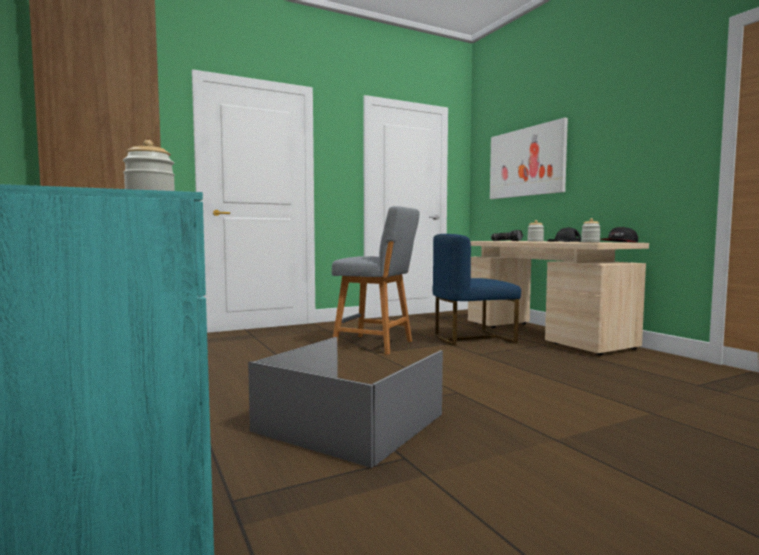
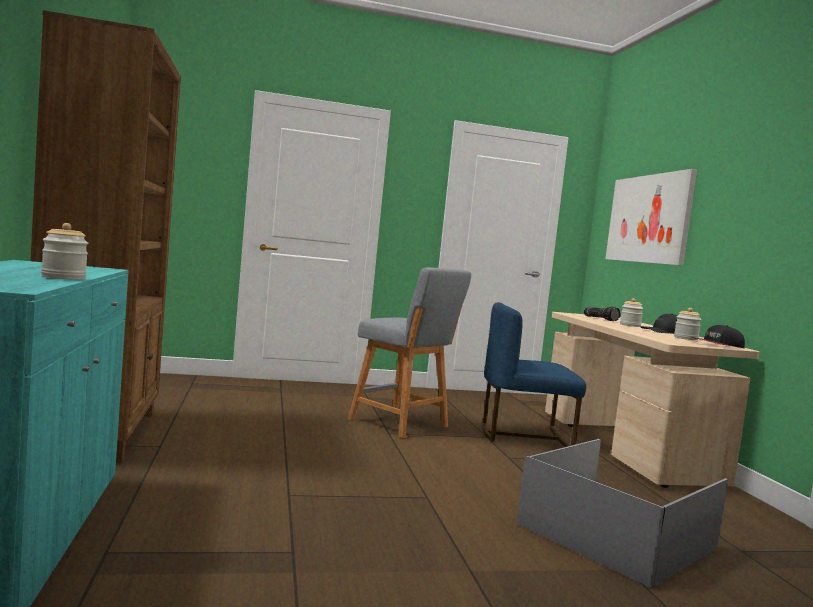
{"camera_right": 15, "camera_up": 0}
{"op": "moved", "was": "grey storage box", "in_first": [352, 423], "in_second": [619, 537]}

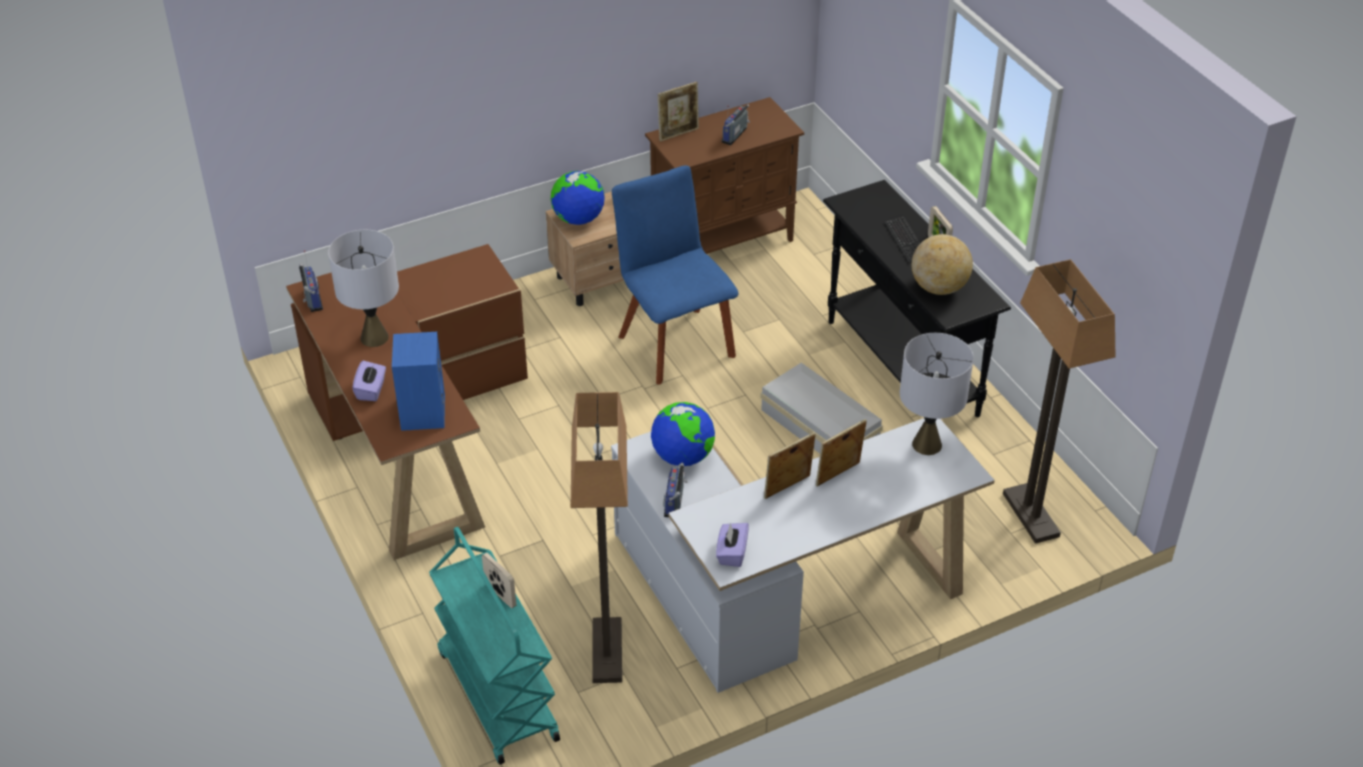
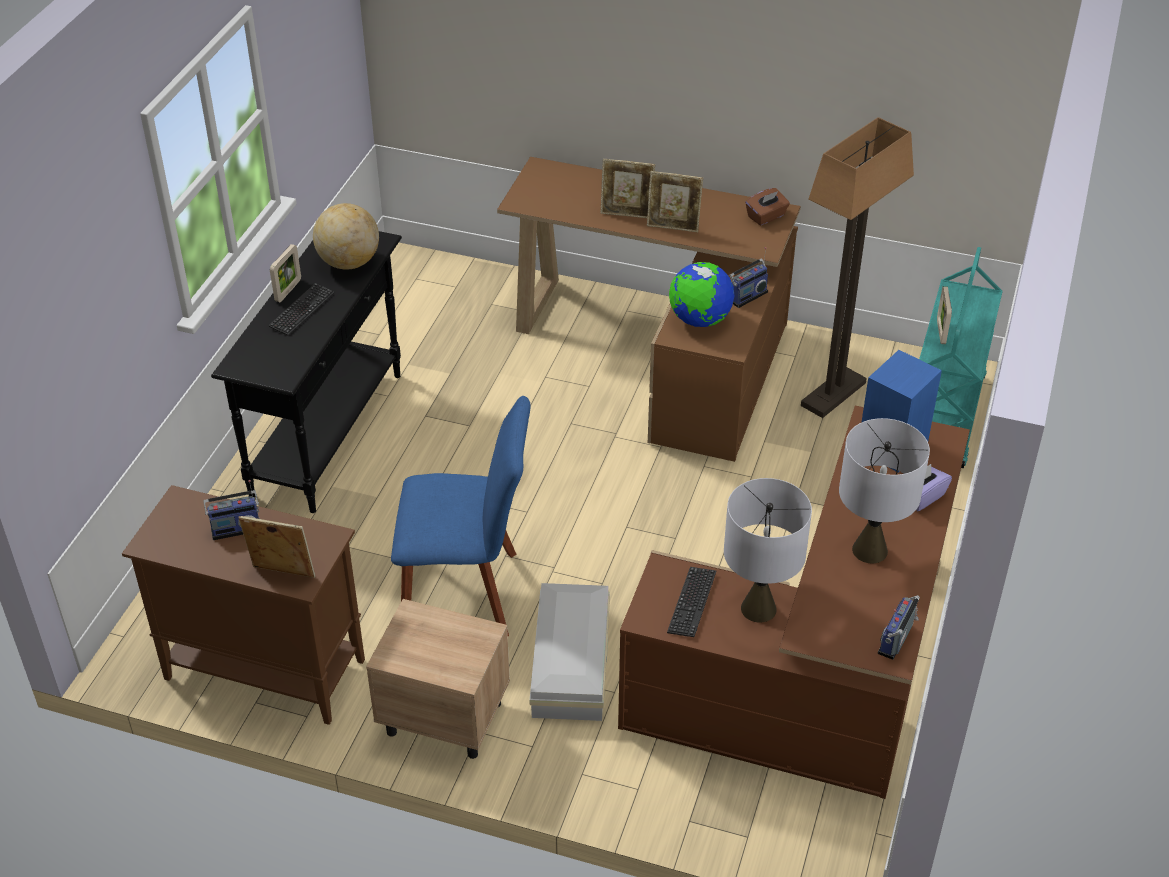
{"camera_right": -135, "camera_up": 0}
{"op": "removed", "was": "globe", "in_first": [578, 219]}
{"op": "removed", "was": "floor lamp", "in_first": [1031, 515]}
{"op": "added", "now": "keyboard", "in_second": [692, 603]}
{"op": "moved", "was": "white storage box", "in_first": [819, 424], "in_second": [569, 665]}
{"op": "moved", "was": "grey table lamp", "in_first": [927, 444], "in_second": [758, 608]}
{"op": "recoloured", "was": "white desk", "now": "brown desk", "in_first": [781, 593], "in_second": [663, 351]}
{"op": "recoloured", "was": "purple tissue box", "now": "brown tissue box", "in_first": [731, 553], "in_second": [766, 217]}
{"op": "turned", "was": "blue chair", "in_first": [674, 342], "in_second": [467, 592], "clockwise": -105}

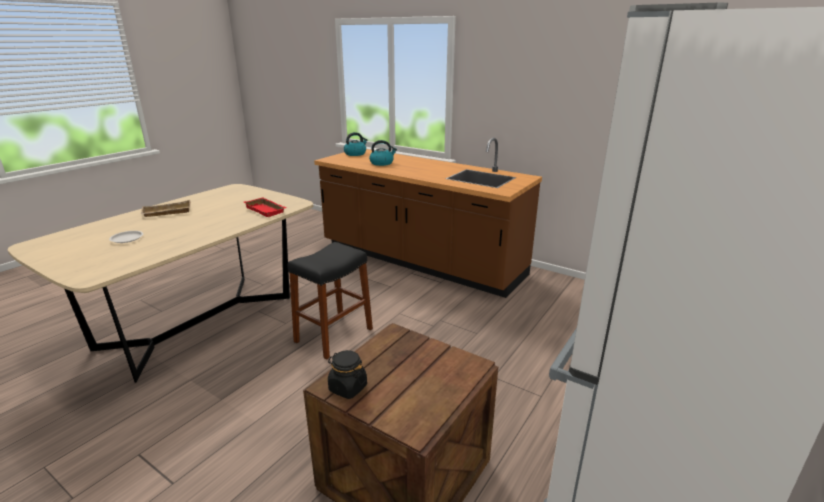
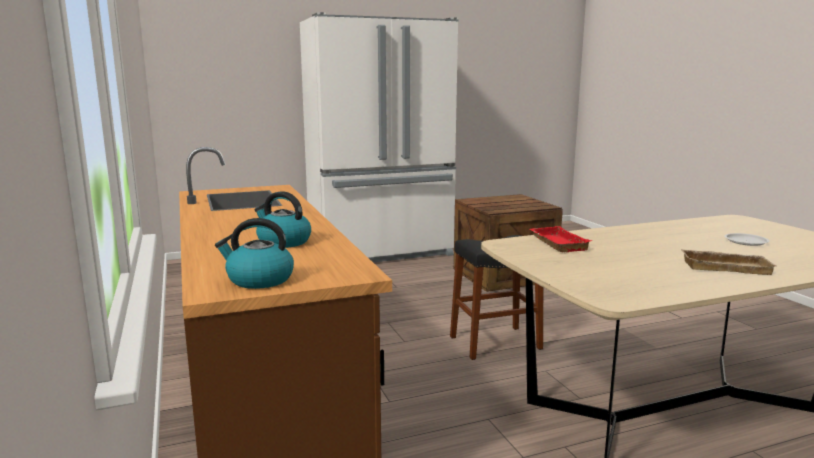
{"camera_right": -145, "camera_up": -10}
{"op": "removed", "was": "black jar", "in_first": [347, 388]}

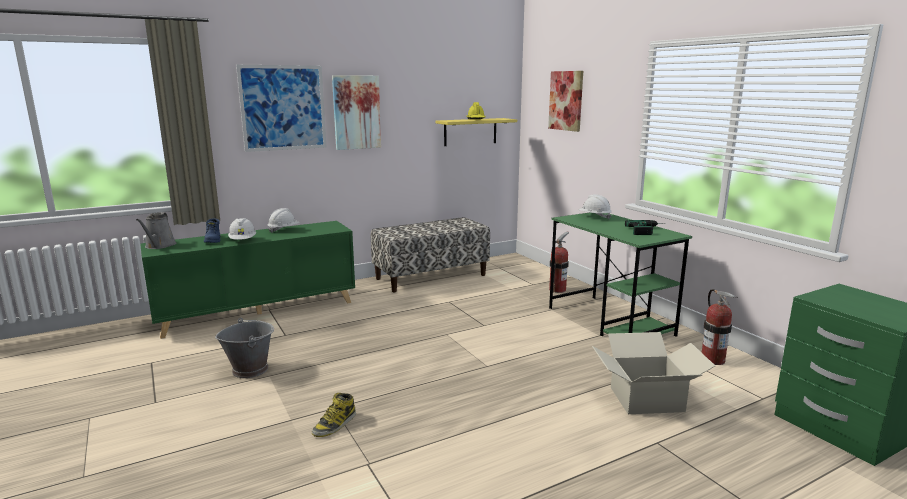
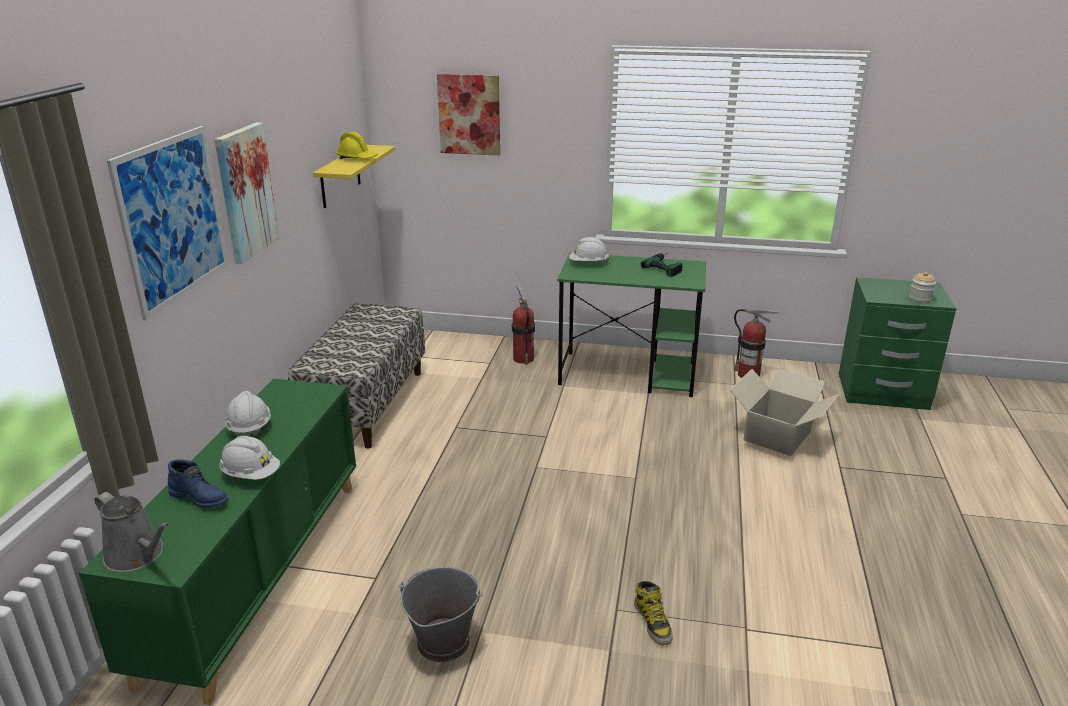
{"camera_right": -50, "camera_up": 10}
{"op": "added", "now": "jar", "in_second": [920, 299]}

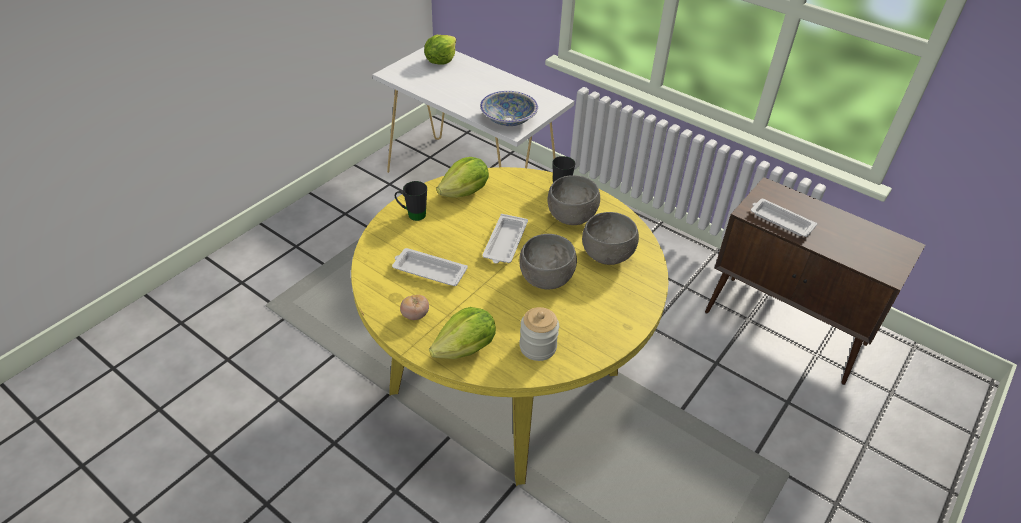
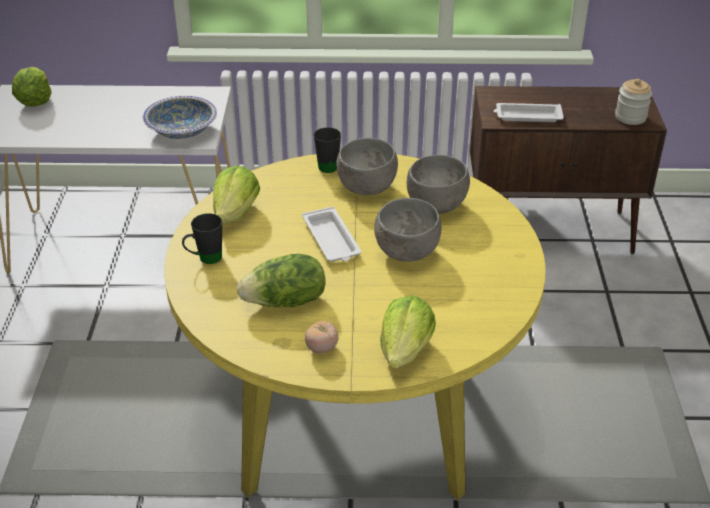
{"camera_right": -35, "camera_up": -5}
{"op": "moved", "was": "jar", "in_first": [537, 347], "in_second": [630, 117]}
{"op": "replaced", "was": "white tray", "now": "lettuce", "in_first": [428, 271], "in_second": [286, 302]}

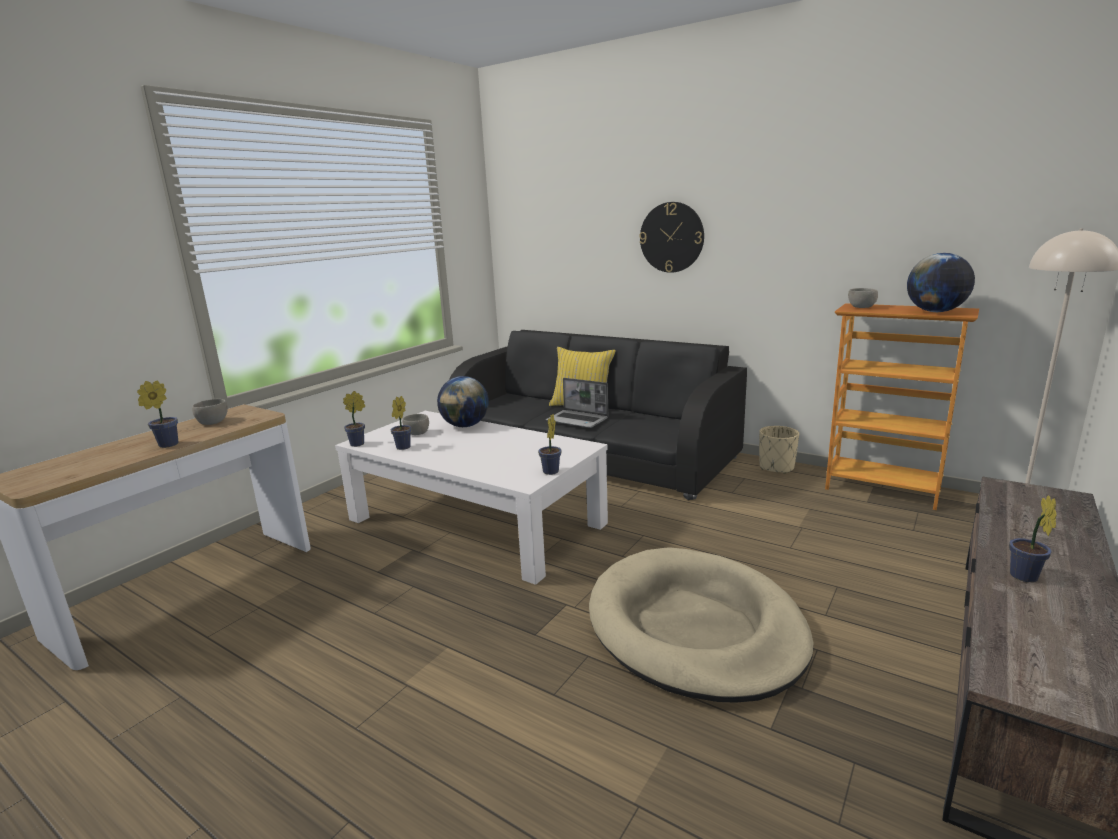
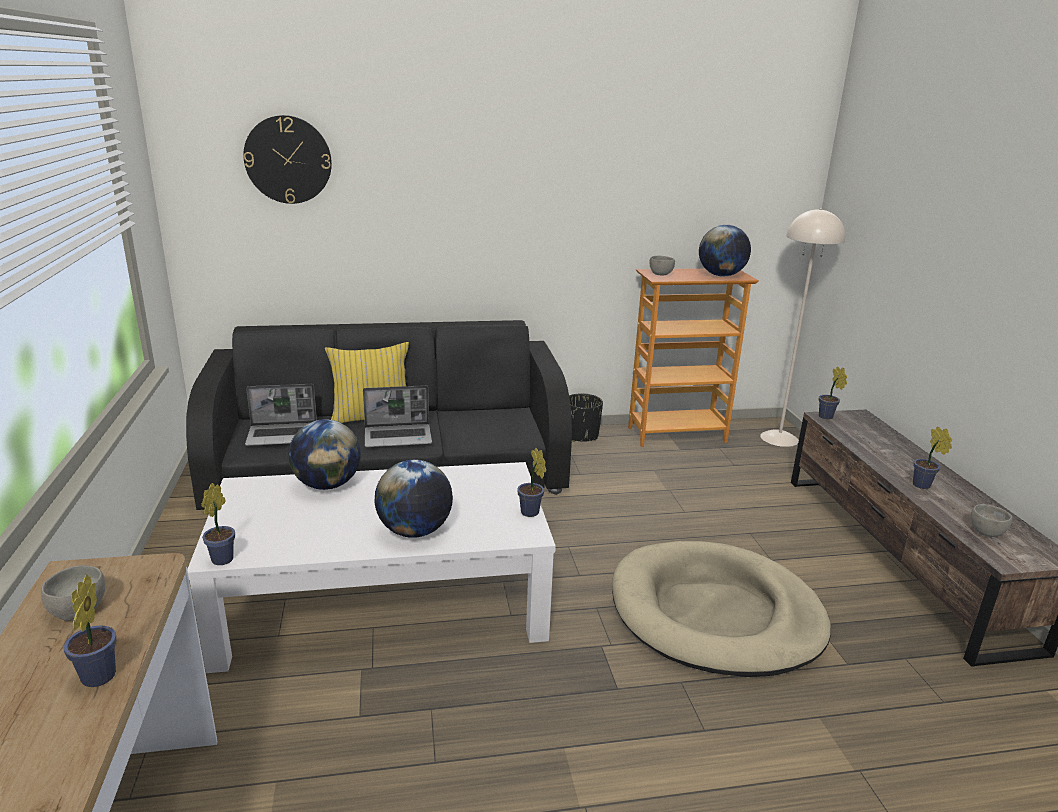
{"camera_right": -45, "camera_up": 5}
{"op": "added", "now": "laptop", "in_second": [283, 435]}
{"op": "added", "now": "globe", "in_second": [415, 531]}
{"op": "moved", "was": "potted plant", "in_first": [402, 448], "in_second": [827, 417]}
{"op": "moved", "was": "grey bowl", "in_first": [417, 433], "in_second": [987, 533]}
{"op": "moved", "was": "wall clock", "in_first": [671, 237], "in_second": [288, 160]}
{"op": "recoloured", "was": "beige planter", "now": "black planter", "in_first": [777, 467], "in_second": [581, 436]}

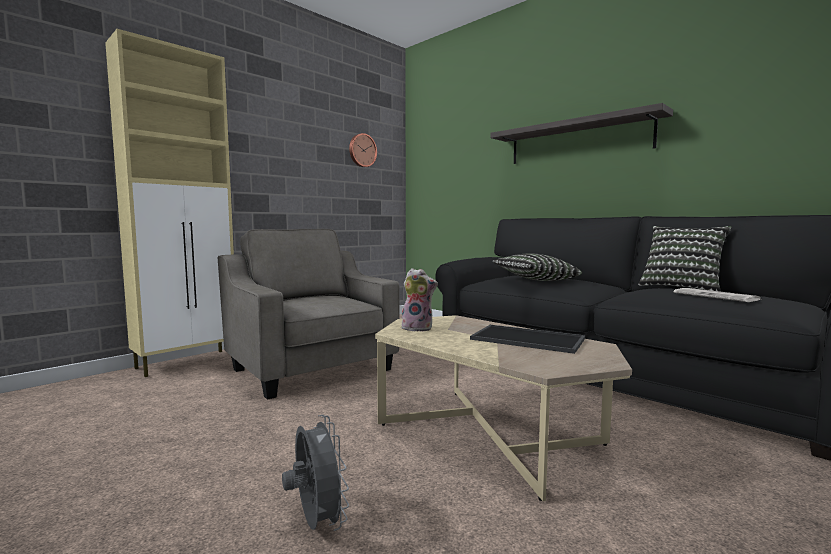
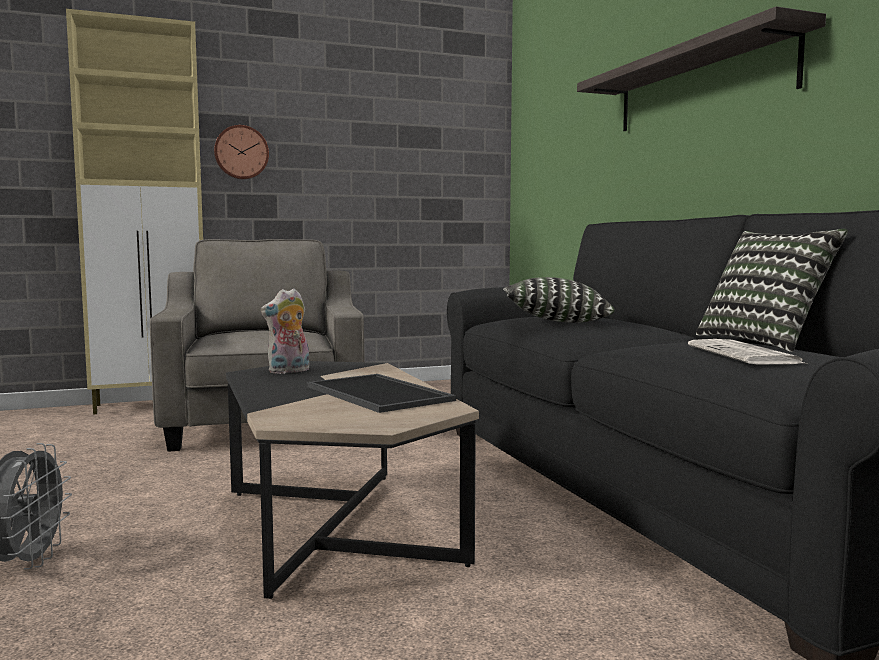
{"camera_right": 25, "camera_up": 0}
{"op": "moved", "was": "wall clock", "in_first": [362, 150], "in_second": [241, 152]}
{"op": "recoloured", "was": "beige coffee table", "now": "black coffee table", "in_first": [488, 434], "in_second": [339, 526]}
{"op": "turned", "was": "plush toy", "in_first": [418, 328], "in_second": [288, 371], "clockwise": 105}

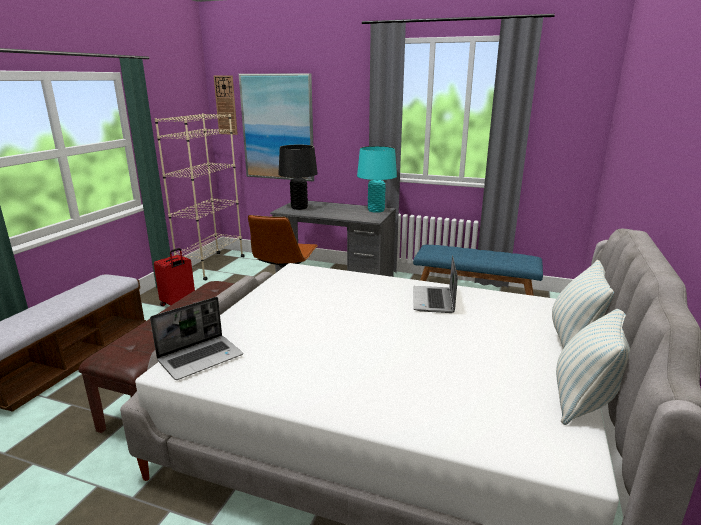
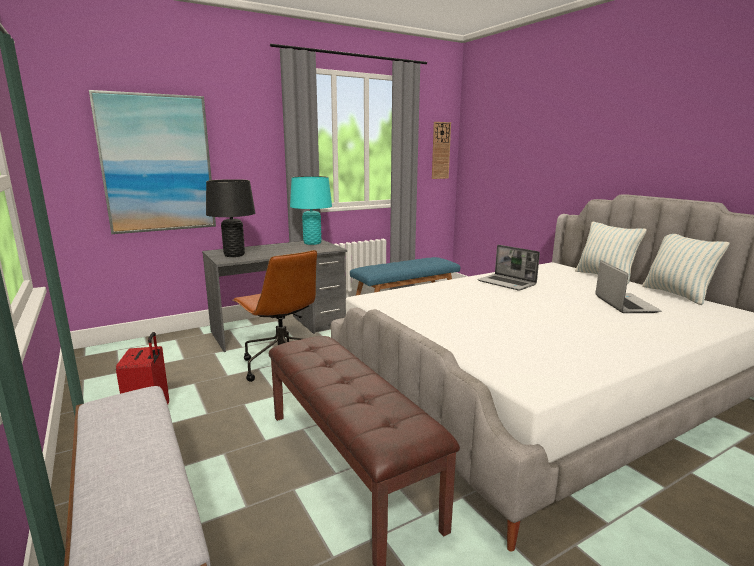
{"camera_right": -50, "camera_up": -5}
{"op": "removed", "was": "beige bookcase", "in_first": [211, 266]}
{"op": "moved", "was": "laptop", "in_first": [201, 357], "in_second": [624, 304]}
{"op": "moved", "was": "wall clock", "in_first": [226, 105], "in_second": [440, 150]}

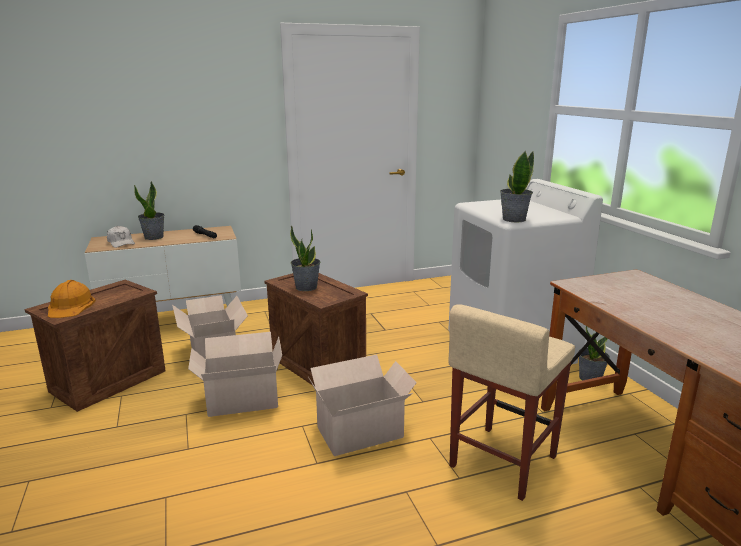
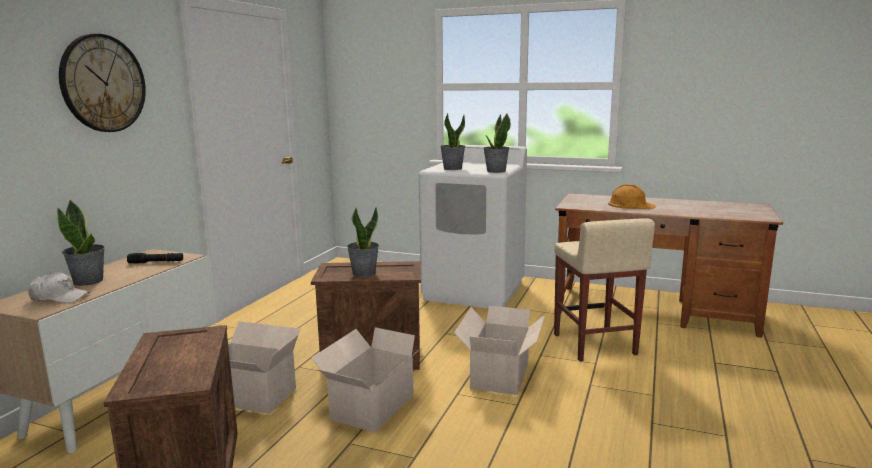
{"camera_right": -50, "camera_up": -5}
{"op": "added", "now": "wall clock", "in_second": [103, 83]}
{"op": "moved", "was": "orange hard hat", "in_first": [71, 306], "in_second": [631, 205]}
{"op": "moved", "was": "potted plant", "in_first": [590, 378], "in_second": [452, 168]}

